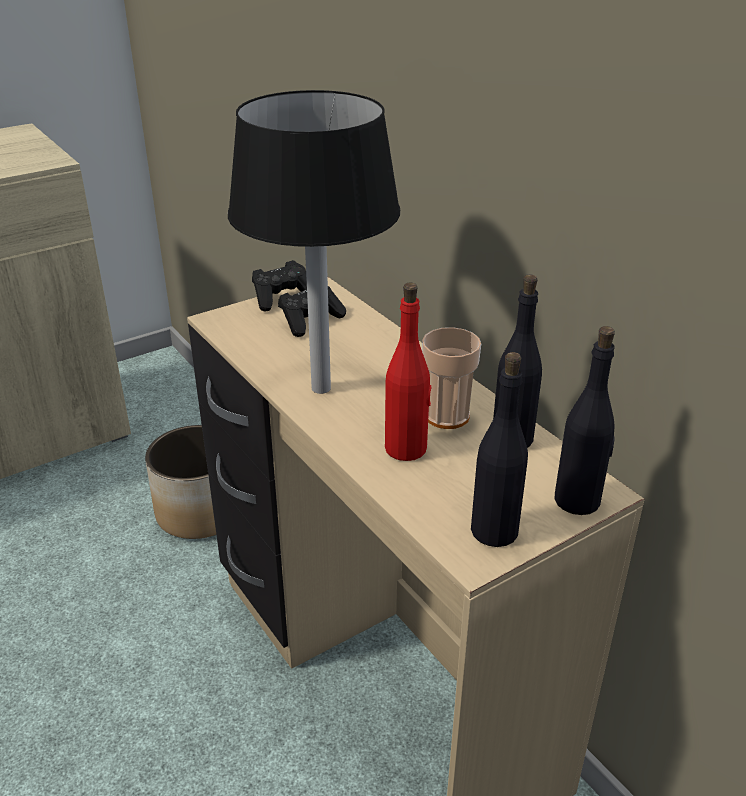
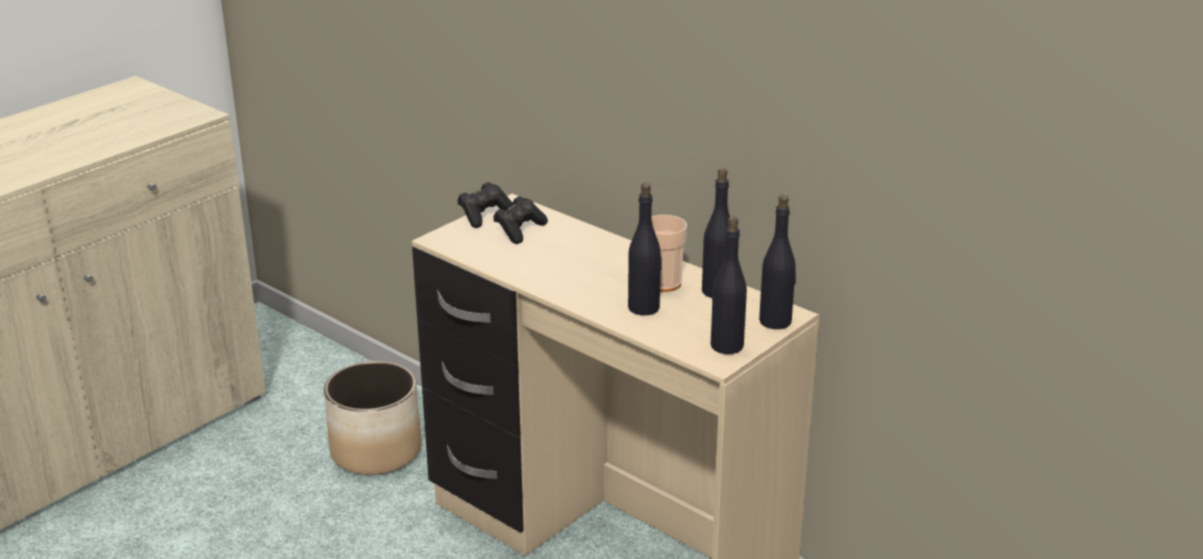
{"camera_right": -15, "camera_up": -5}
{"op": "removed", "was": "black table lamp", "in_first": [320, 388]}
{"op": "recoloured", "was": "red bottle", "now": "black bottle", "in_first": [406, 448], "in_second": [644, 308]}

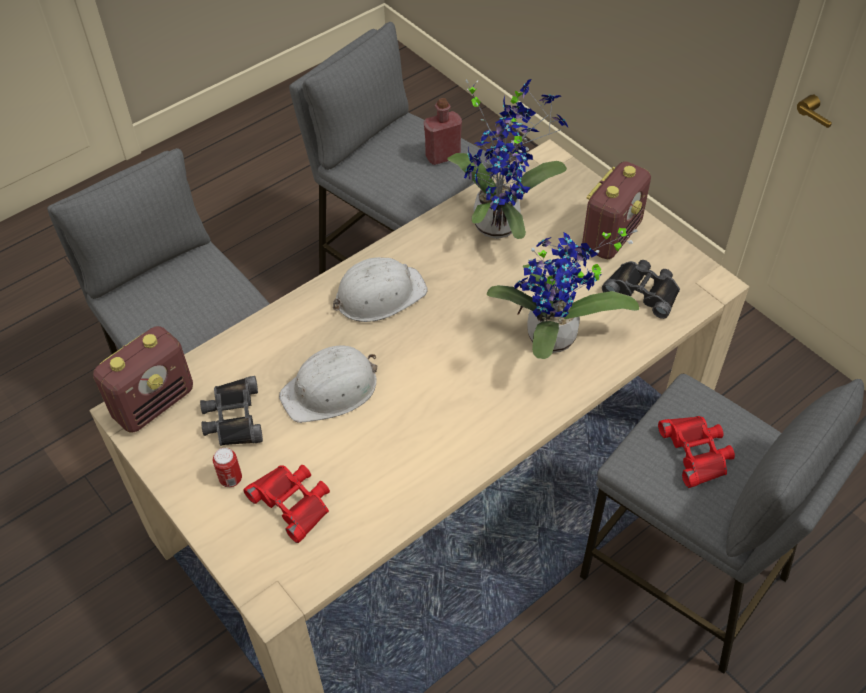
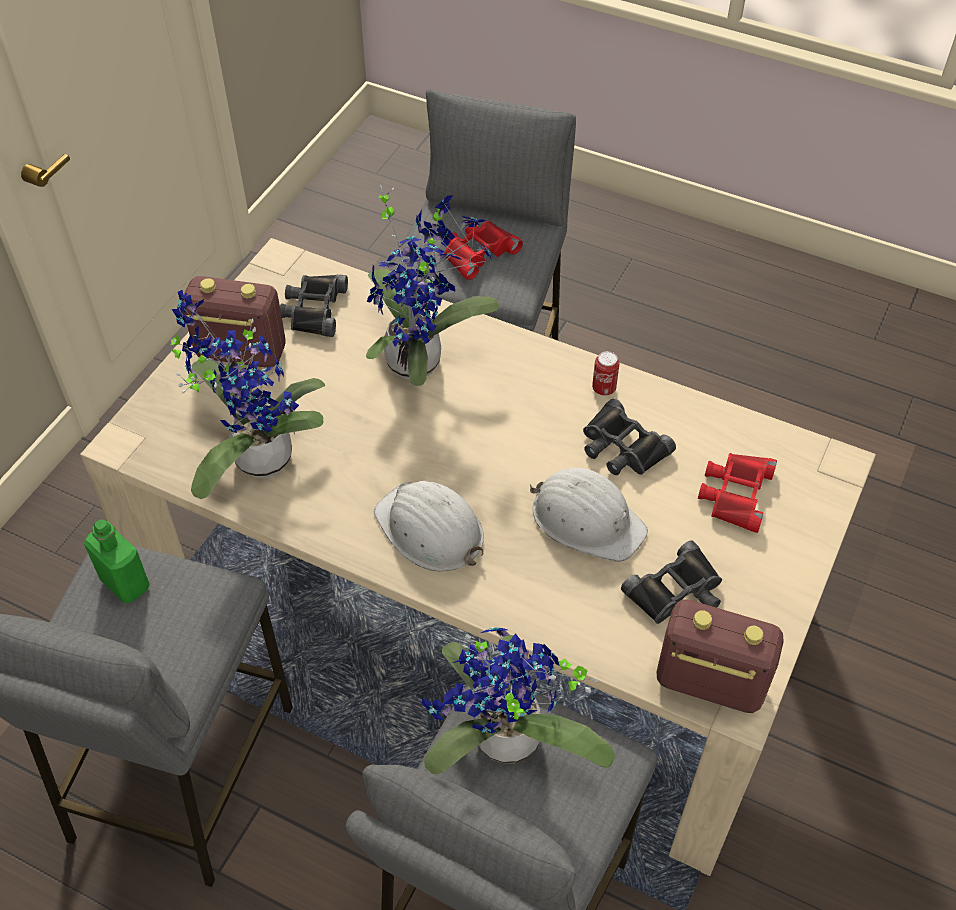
{"camera_right": -115, "camera_up": 0}
{"op": "added", "now": "potted plant", "in_second": [503, 745]}
{"op": "added", "now": "black binoculars", "in_second": [622, 447]}
{"op": "moved", "was": "can", "in_first": [231, 479], "in_second": [604, 389]}
{"op": "recoloured", "was": "red bottle", "now": "green bottle", "in_first": [443, 156], "in_second": [125, 583]}

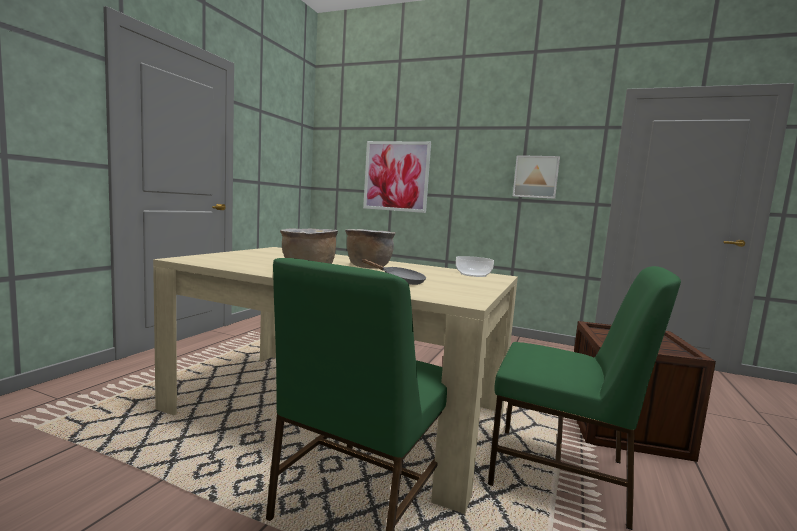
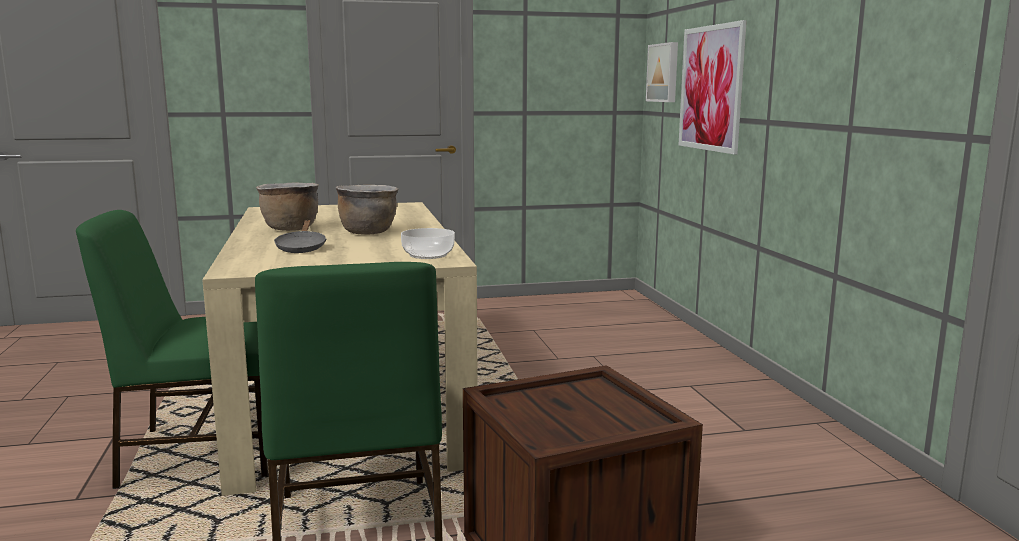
{"camera_right": 55, "camera_up": 5}
{"op": "moved", "was": "picture", "in_first": [536, 177], "in_second": [664, 73]}

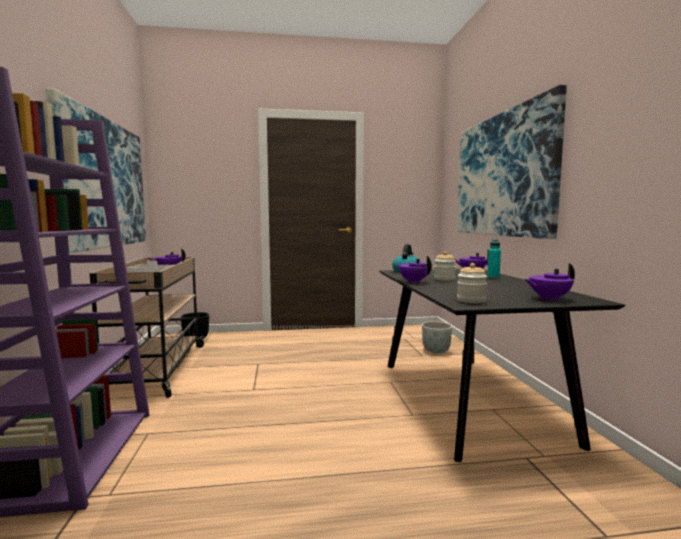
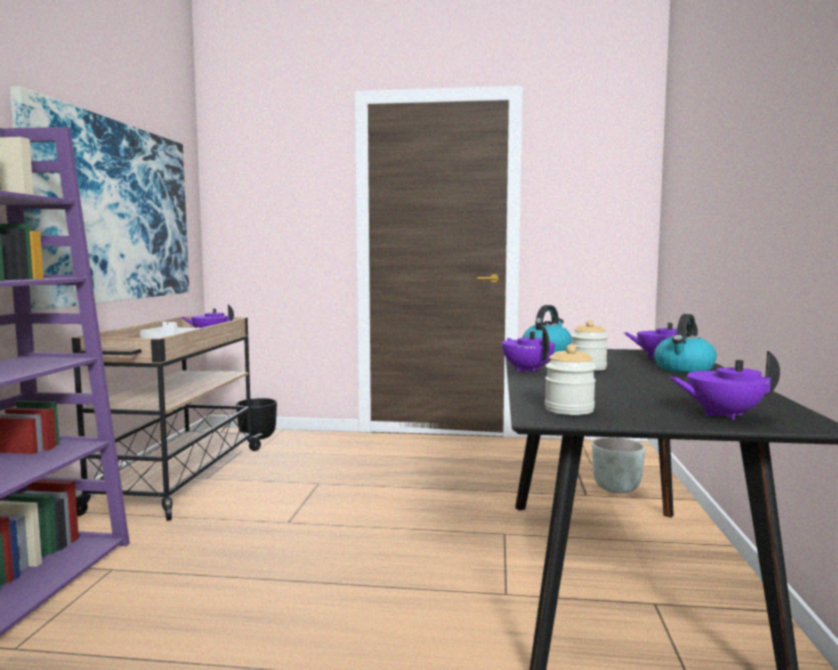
{"camera_right": 15, "camera_up": 0}
{"op": "removed", "was": "picture", "in_first": [502, 175]}
{"op": "replaced", "was": "turquoise bottle", "now": "kettle", "in_first": [493, 277], "in_second": [684, 369]}

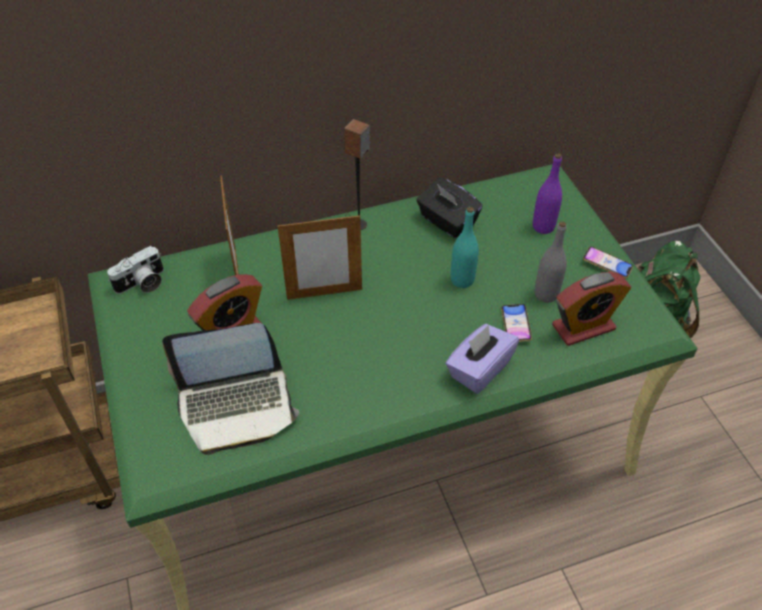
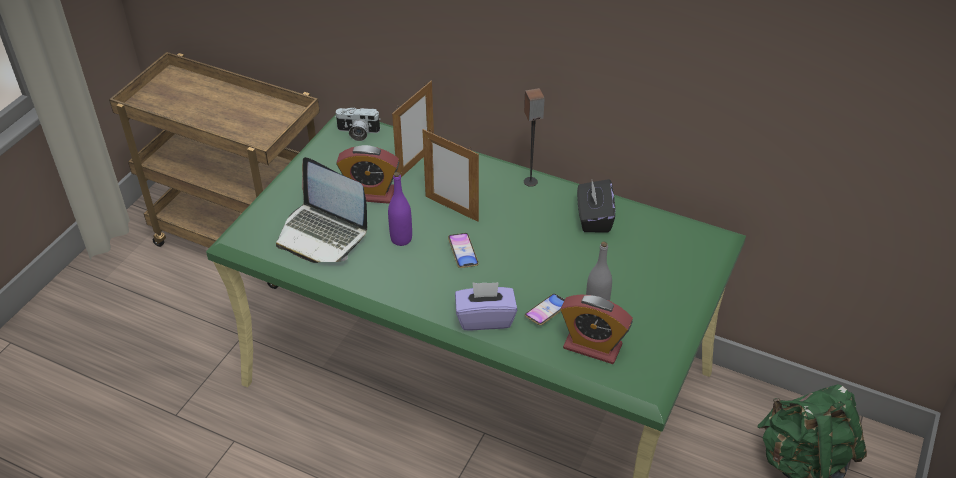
{"camera_right": 45, "camera_up": -5}
{"op": "removed", "was": "turquoise bottle", "in_first": [462, 280]}
{"op": "moved", "was": "purple bottle", "in_first": [543, 227], "in_second": [401, 239]}
{"op": "moved", "was": "phone", "in_first": [607, 265], "in_second": [463, 252]}

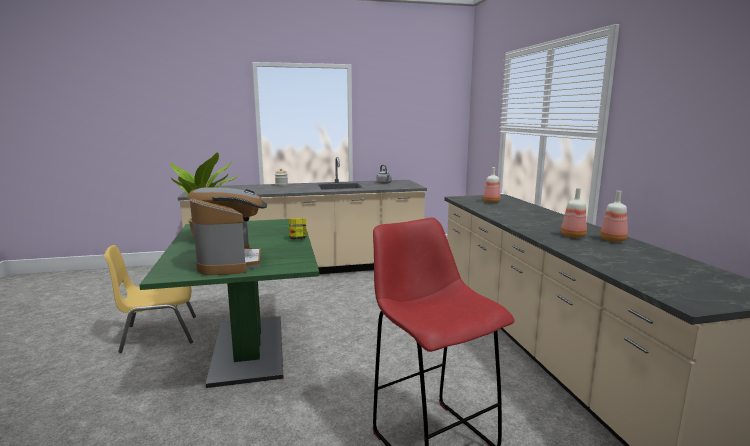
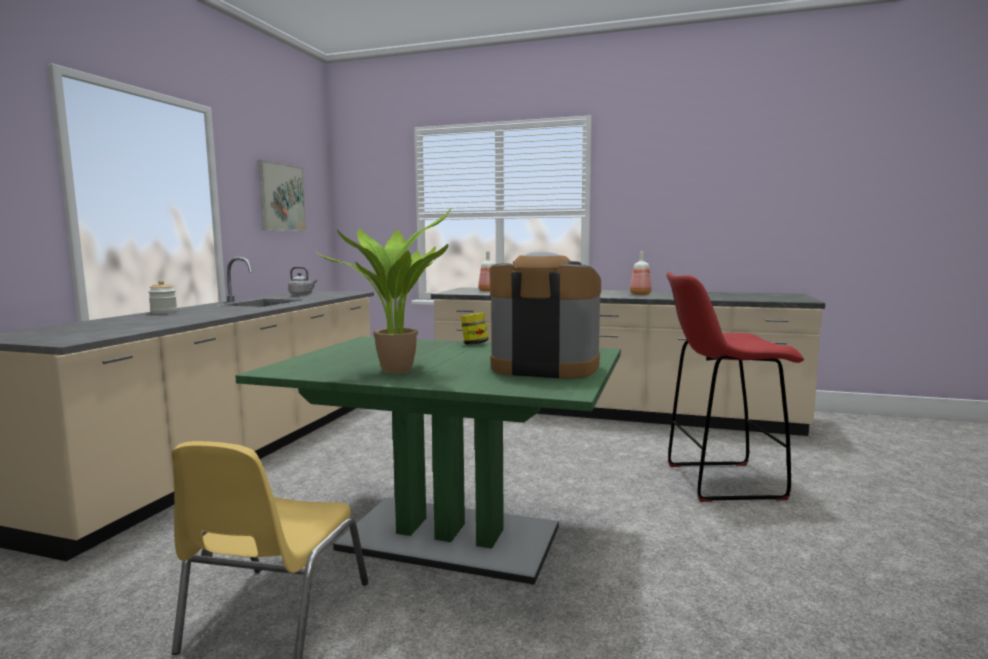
{"camera_right": -60, "camera_up": -5}
{"op": "removed", "was": "bottle", "in_first": [613, 240]}
{"op": "added", "now": "picture", "in_second": [281, 197]}

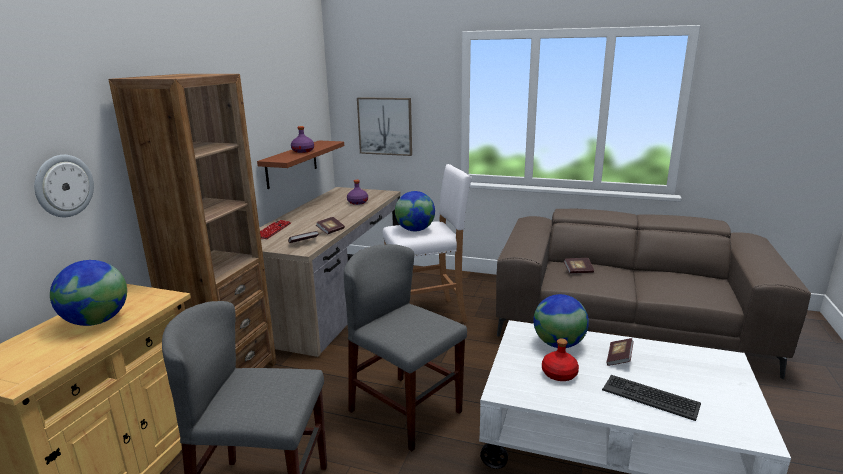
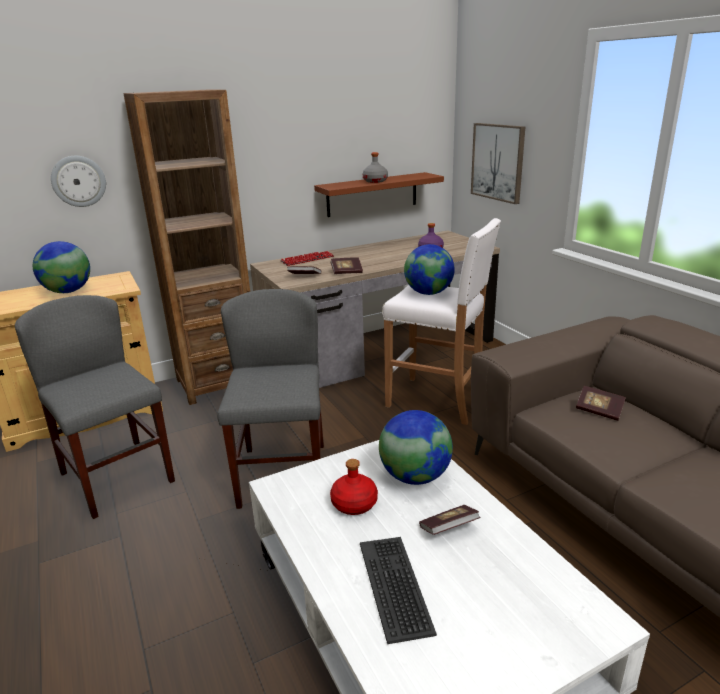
{"camera_right": 45, "camera_up": 5}
{"op": "recoloured", "was": "purple bottle", "now": "grey bottle", "in_first": [303, 151], "in_second": [375, 181]}

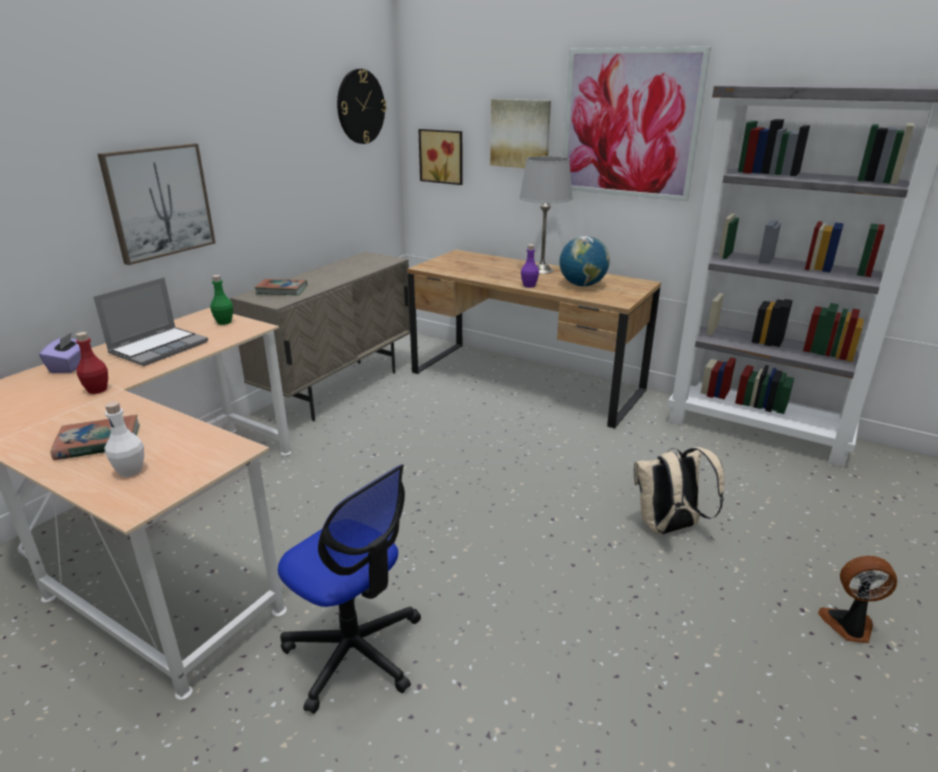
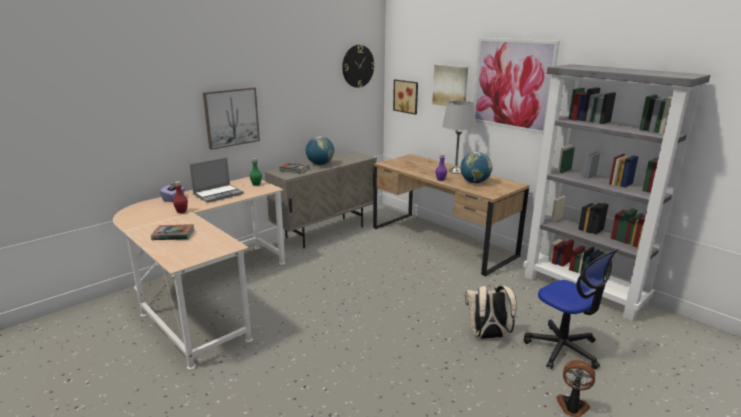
{"camera_right": 15, "camera_up": -5}
{"op": "removed", "was": "white bottle", "in_first": [130, 471]}
{"op": "added", "now": "globe", "in_second": [320, 164]}
{"op": "moved", "was": "office chair", "in_first": [354, 652], "in_second": [562, 349]}

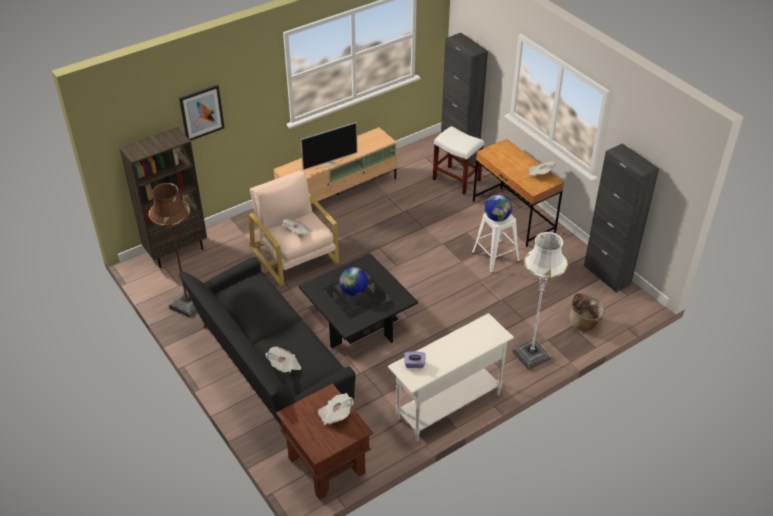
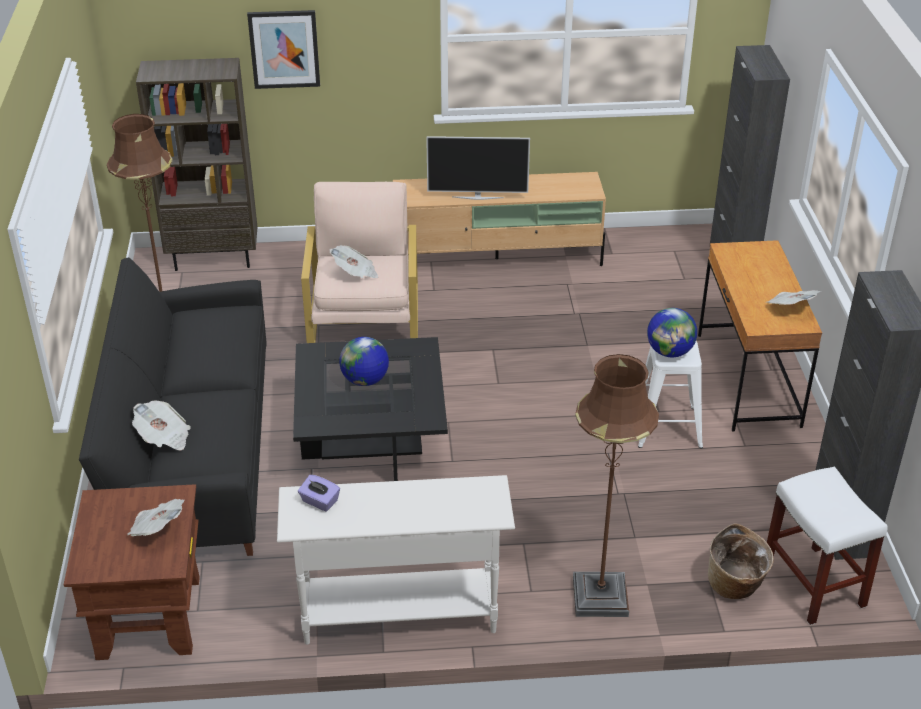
{"camera_right": 30, "camera_up": -5}
{"op": "moved", "was": "white stool", "in_first": [457, 180], "in_second": [814, 585]}
{"op": "recoloured", "was": "white floor lamp", "now": "brown floor lamp", "in_first": [531, 355], "in_second": [600, 596]}

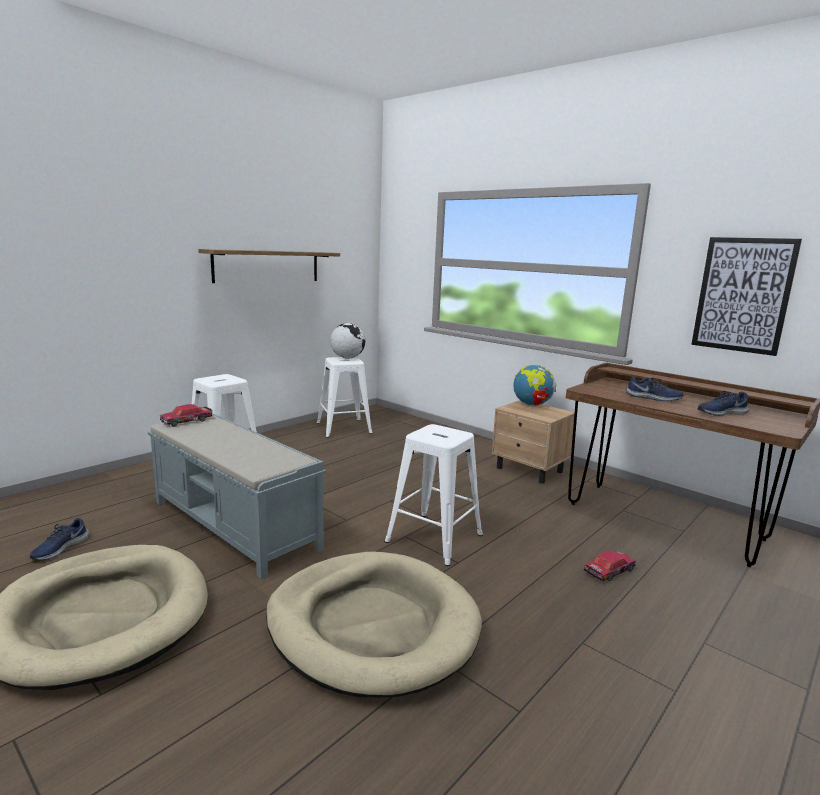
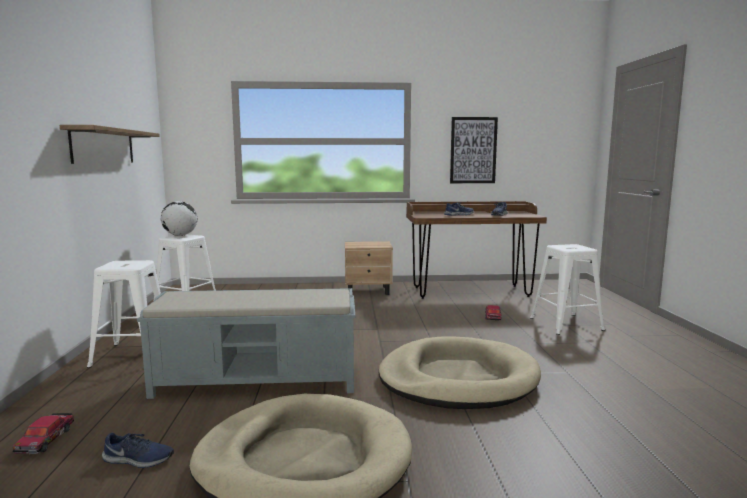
{"camera_right": -45, "camera_up": -5}
{"op": "removed", "was": "globe", "in_first": [532, 405]}
{"op": "moved", "was": "toy car", "in_first": [187, 421], "in_second": [46, 439]}
{"op": "moved", "was": "white stool", "in_first": [435, 538], "in_second": [566, 324]}
{"op": "turned", "was": "blue shoe", "in_first": [59, 548], "in_second": [138, 460], "clockwise": -60}

